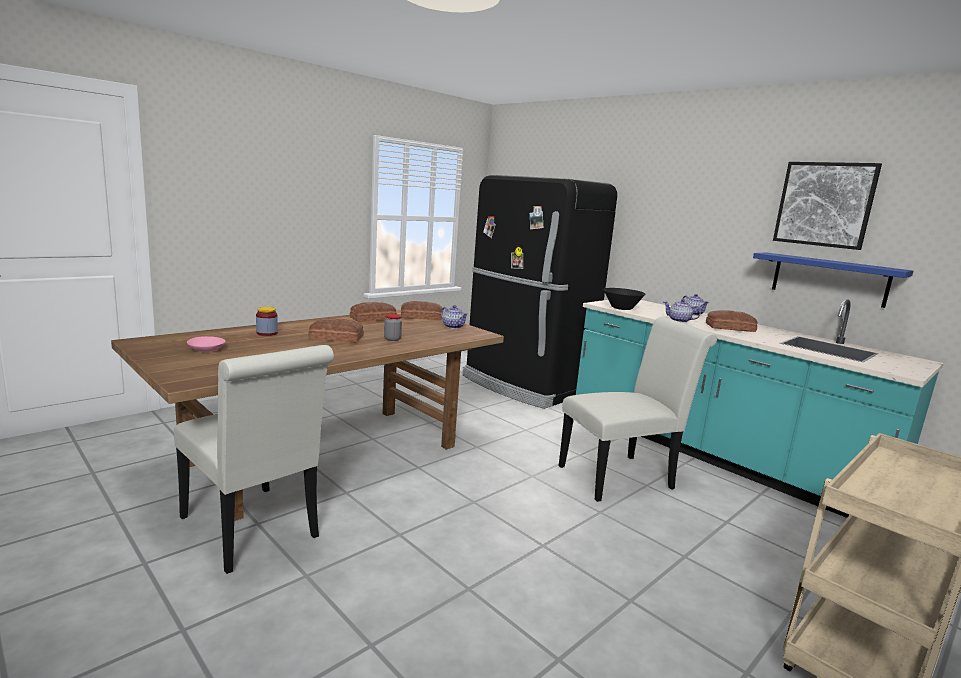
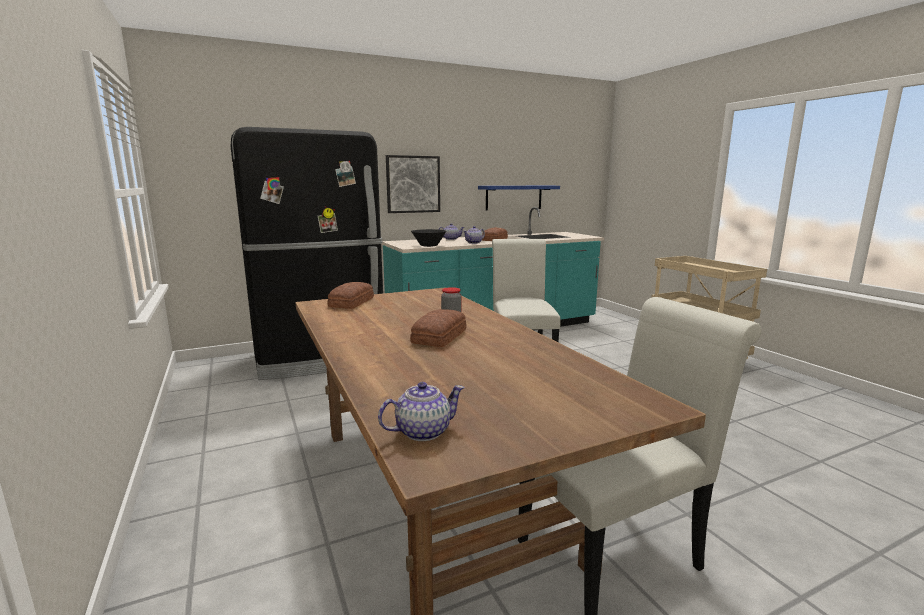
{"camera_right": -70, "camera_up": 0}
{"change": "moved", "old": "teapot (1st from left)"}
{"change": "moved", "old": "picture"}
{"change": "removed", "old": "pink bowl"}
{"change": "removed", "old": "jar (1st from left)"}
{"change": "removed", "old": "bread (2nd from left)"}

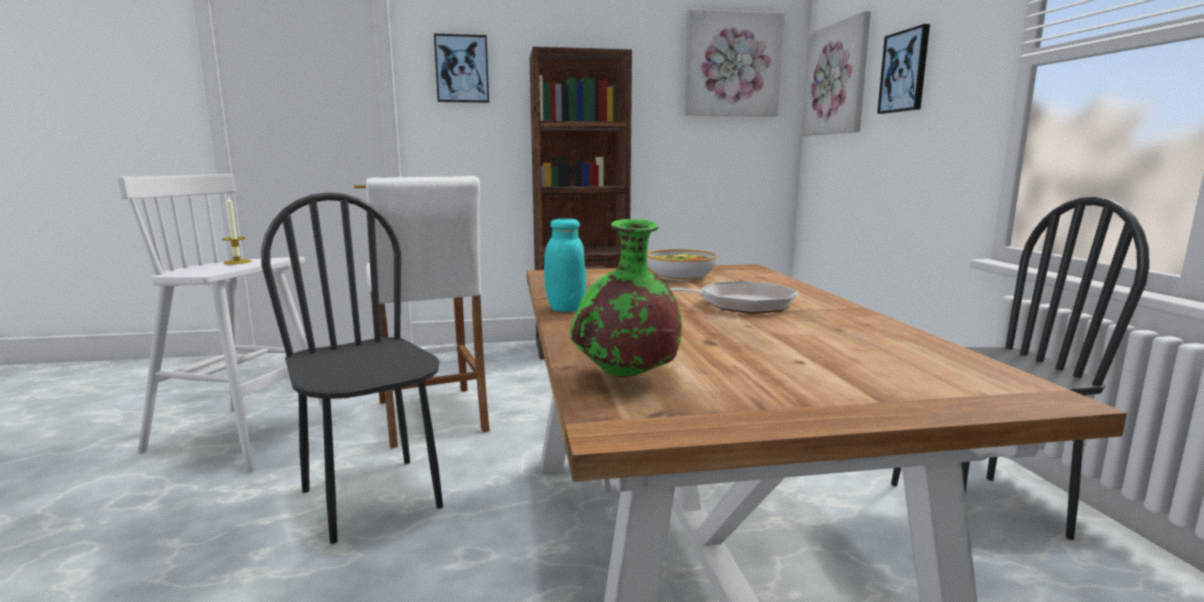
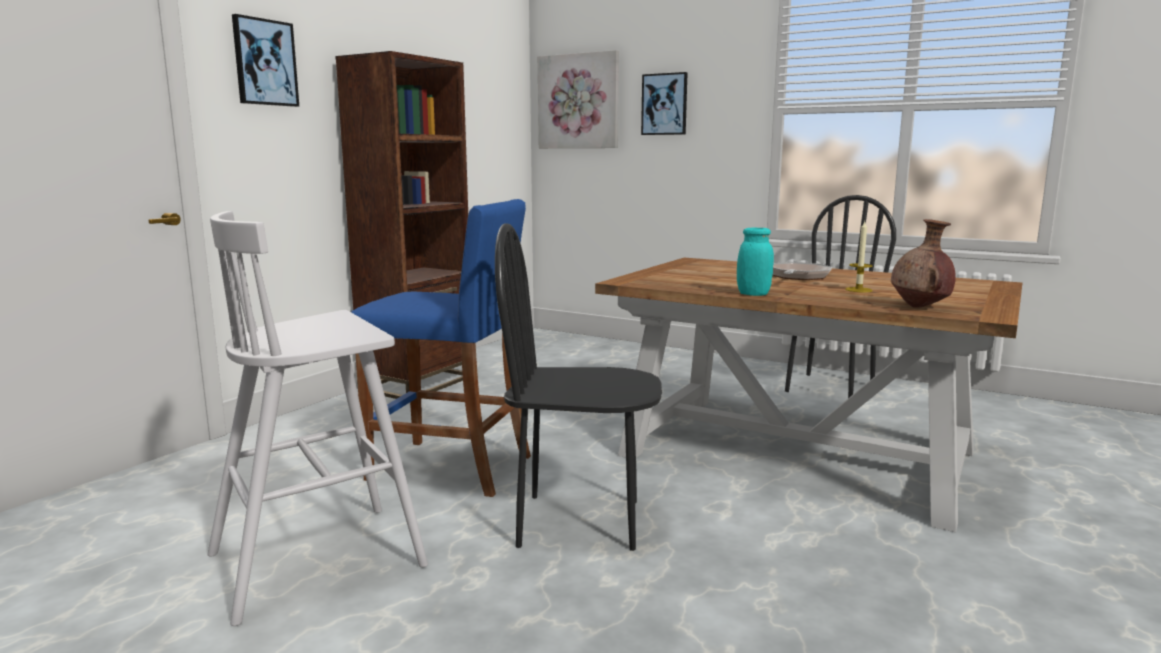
{"camera_right": -50, "camera_up": 0}
{"change": "recoloured", "old": "white stool (2nd from left)", "new": "blue stool"}
{"change": "moved", "old": "candle"}
{"change": "recoloured", "old": "green vase", "new": "brown vase"}
{"change": "removed", "old": "bowl"}
{"change": "removed", "old": "picture (2nd from left)"}

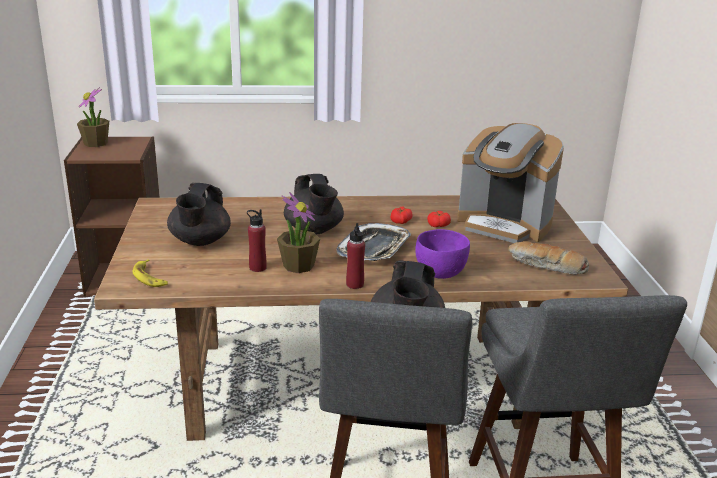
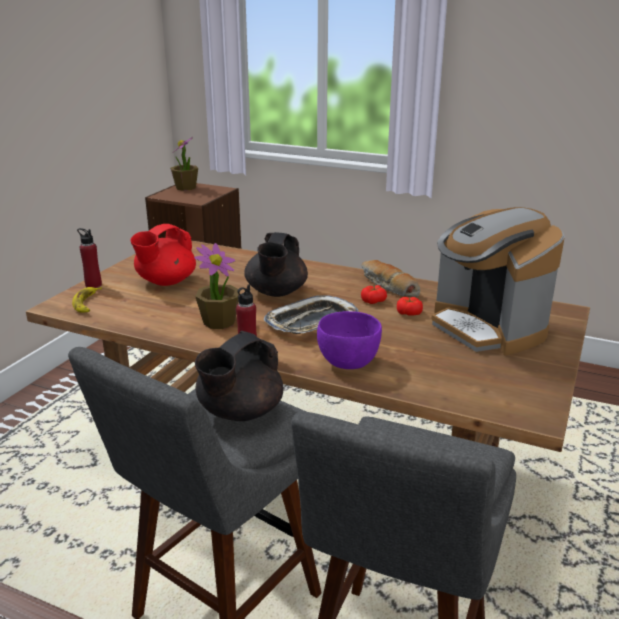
{"camera_right": 30, "camera_up": 0}
{"change": "moved", "old": "red bottle (1st from left)"}
{"change": "recoloured", "old": "black teapot (1st from left)", "new": "red teapot"}
{"change": "moved", "old": "bread"}

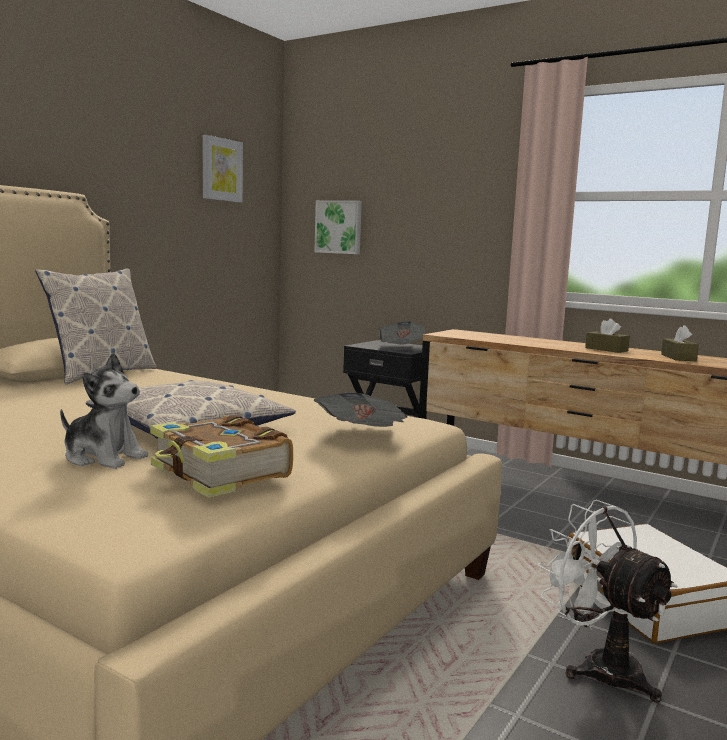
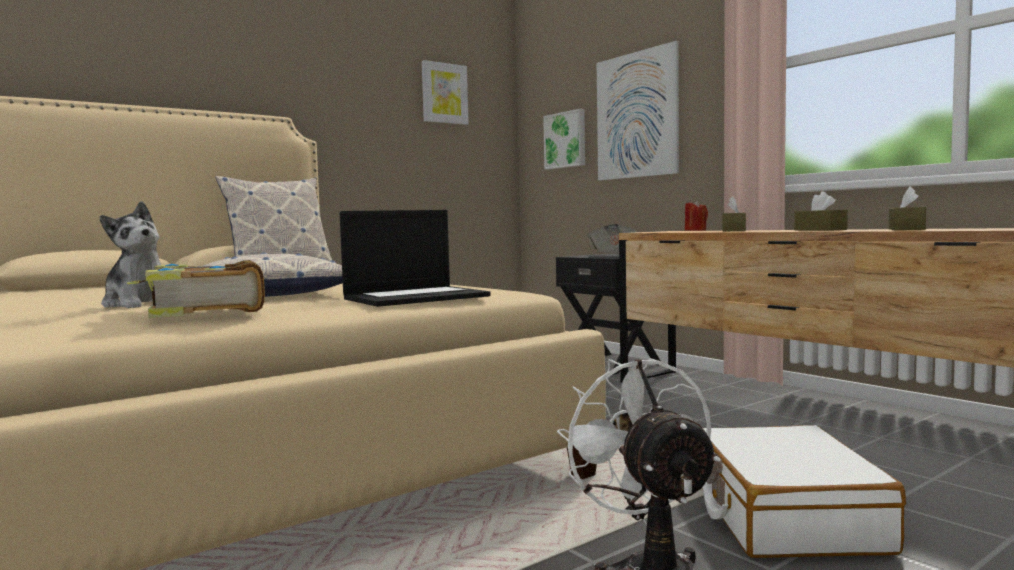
{"camera_right": 20, "camera_up": -5}
{"change": "replaced", "old": "newspaper (1st from left)", "new": "laptop"}
{"change": "added", "new": "picture (3rd from left)"}
{"change": "added", "new": "red candle"}
{"change": "added", "new": "brown tissue box (1st from left)"}

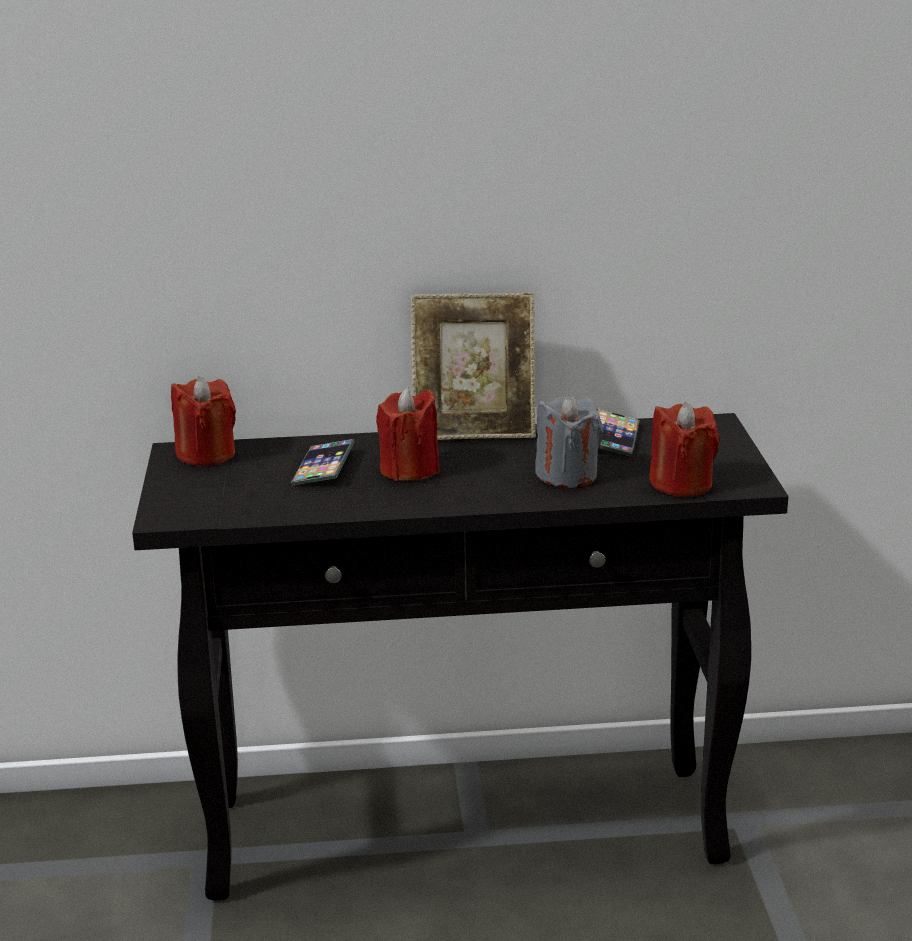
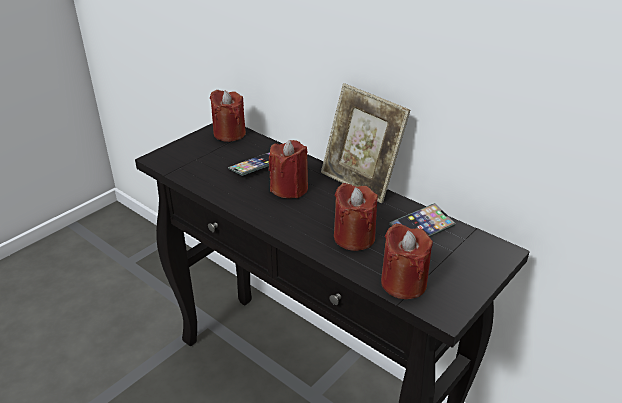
{"camera_right": 45, "camera_up": 10}
{"change": "recoloured", "old": "grey candle", "new": "red candle (3rd from left)"}

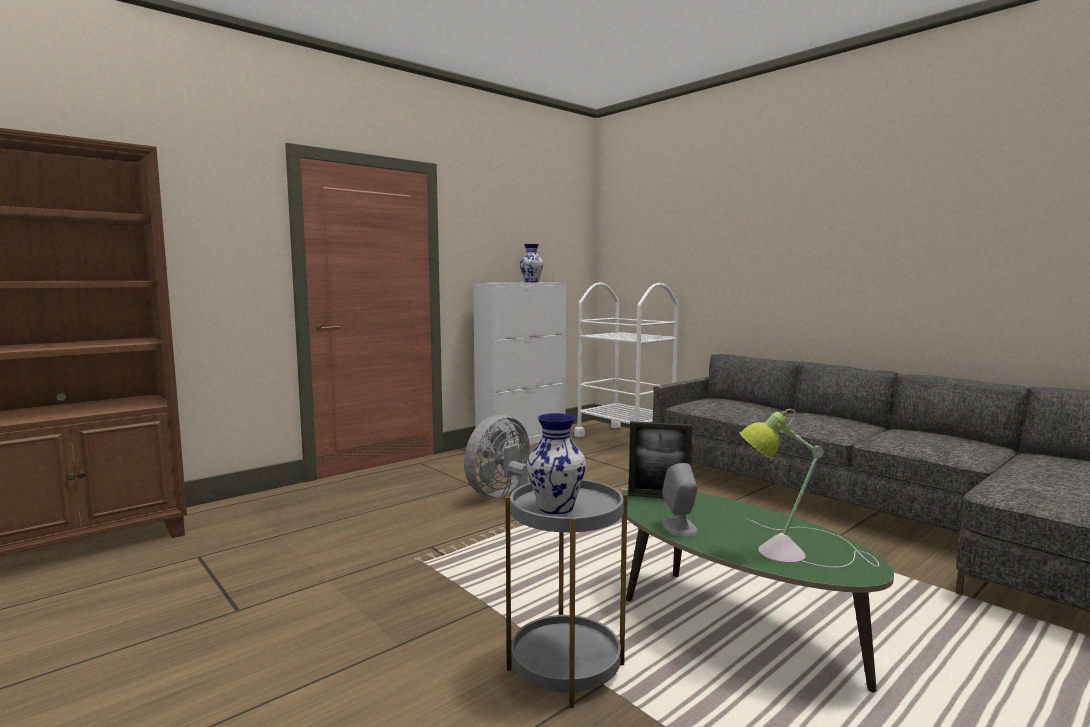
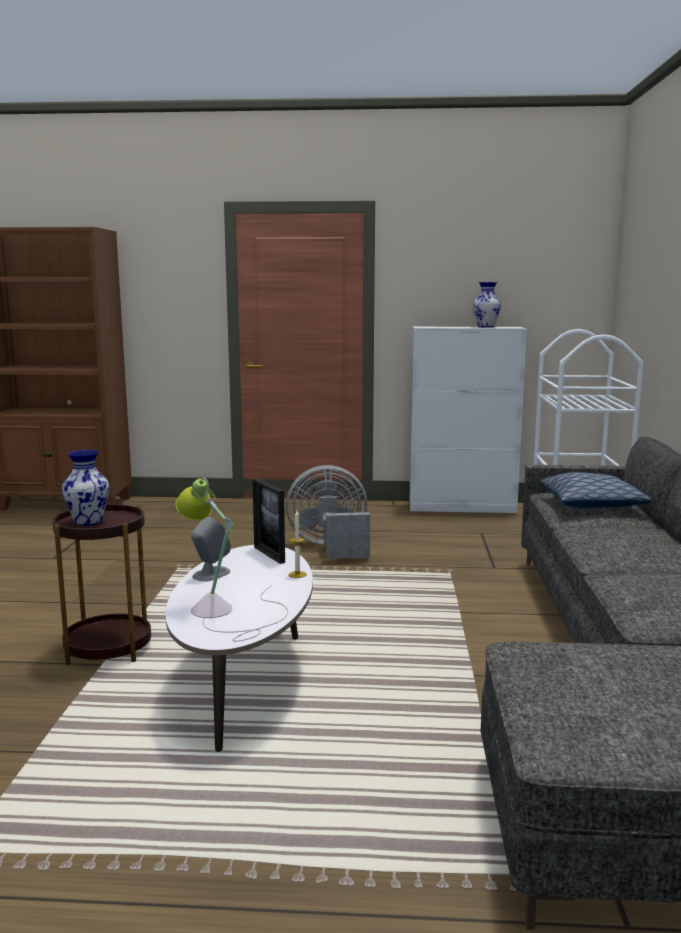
{"camera_right": 45, "camera_up": 5}
{"change": "recoloured", "old": "grey side table", "new": "brown side table"}
{"change": "recoloured", "old": "green coffee table", "new": "white coffee table"}
{"change": "added", "new": "candle"}
{"change": "added", "new": "pillow"}

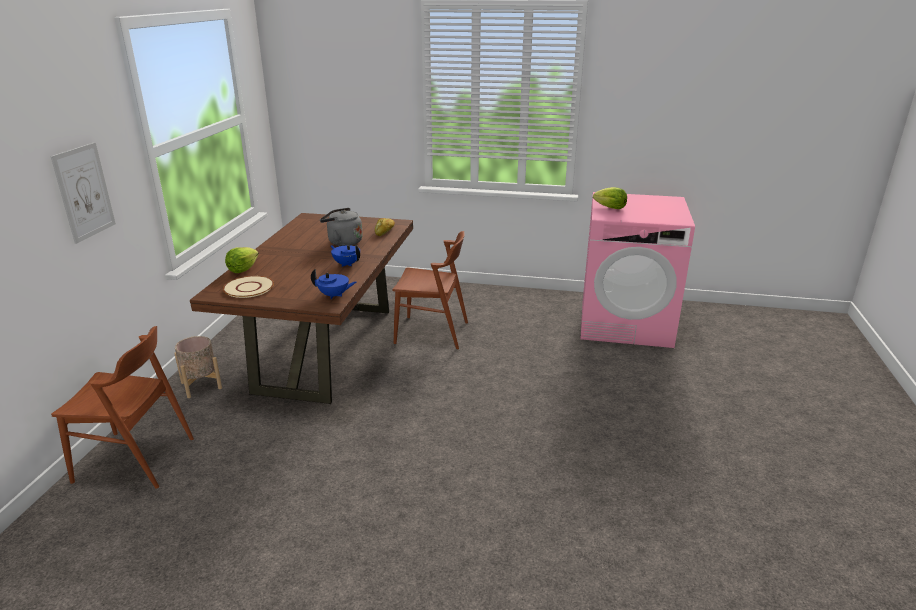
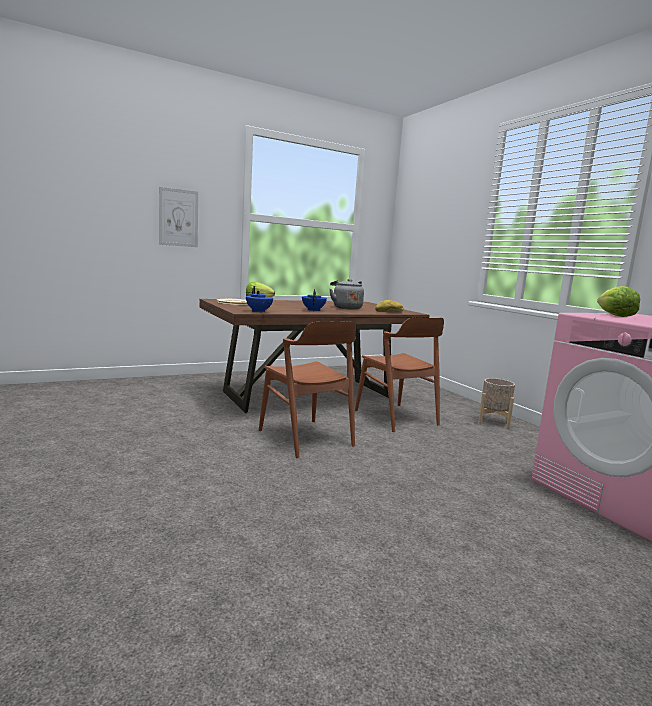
{"camera_right": 50, "camera_up": -15}
{"change": "moved", "old": "brown chair (1st from left)"}
{"change": "moved", "old": "beige planter"}

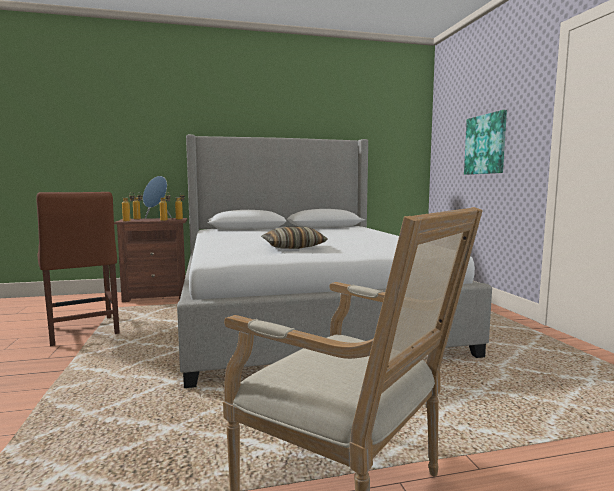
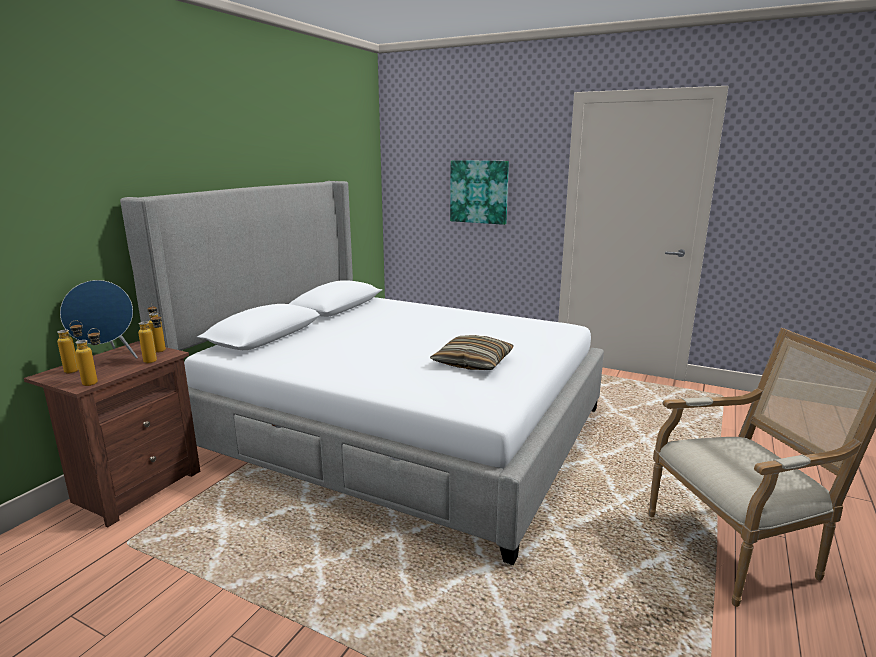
{"camera_right": -50, "camera_up": 10}
{"change": "removed", "old": "brown chair"}

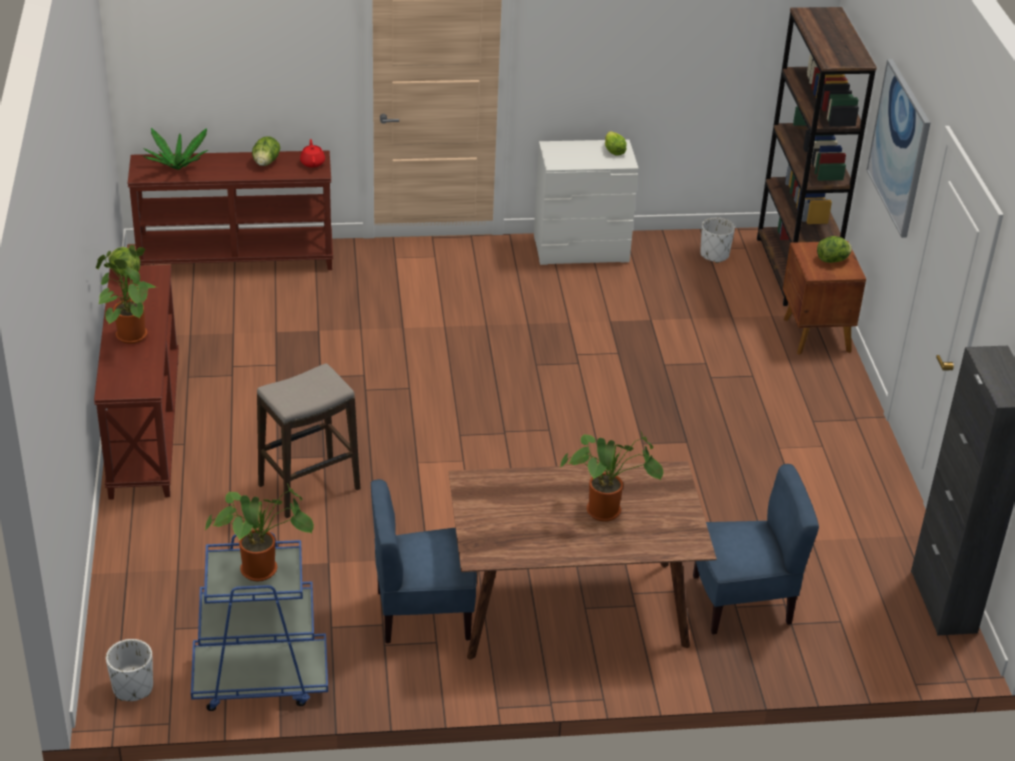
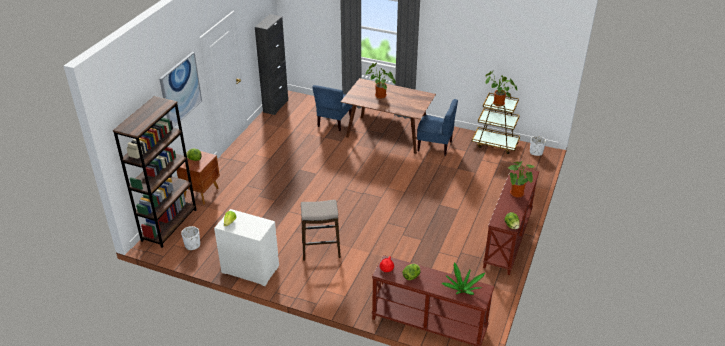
{"camera_right": -150, "camera_up": 0}
{"change": "moved", "old": "stool"}
{"change": "turned", "old": "blue chair (2nd from left in the first image)", "degrees": -90}
{"change": "recoloured", "old": "blue cart", "new": "brown cart"}

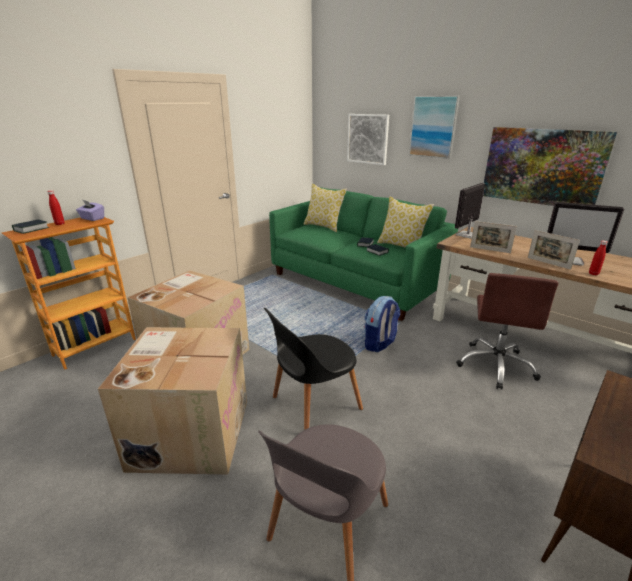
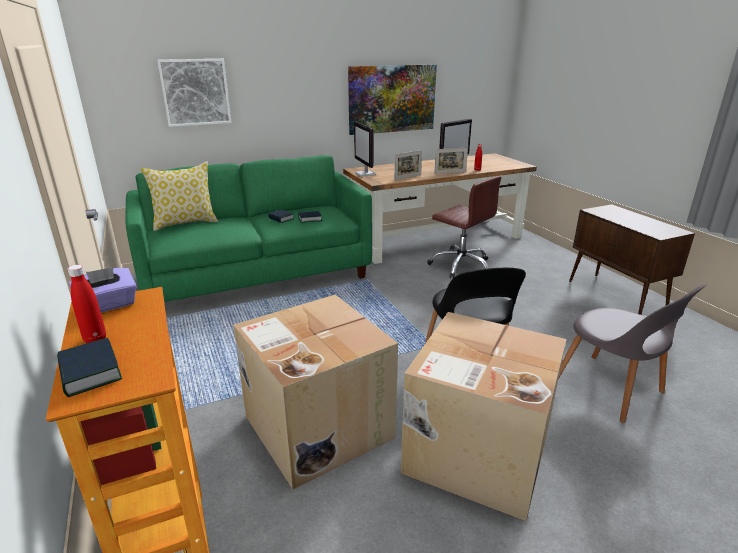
{"camera_right": -65, "camera_up": 0}
{"change": "removed", "old": "backpack"}
{"change": "removed", "old": "pillow (2nd from left)"}
{"change": "removed", "old": "picture (2nd from left)"}

